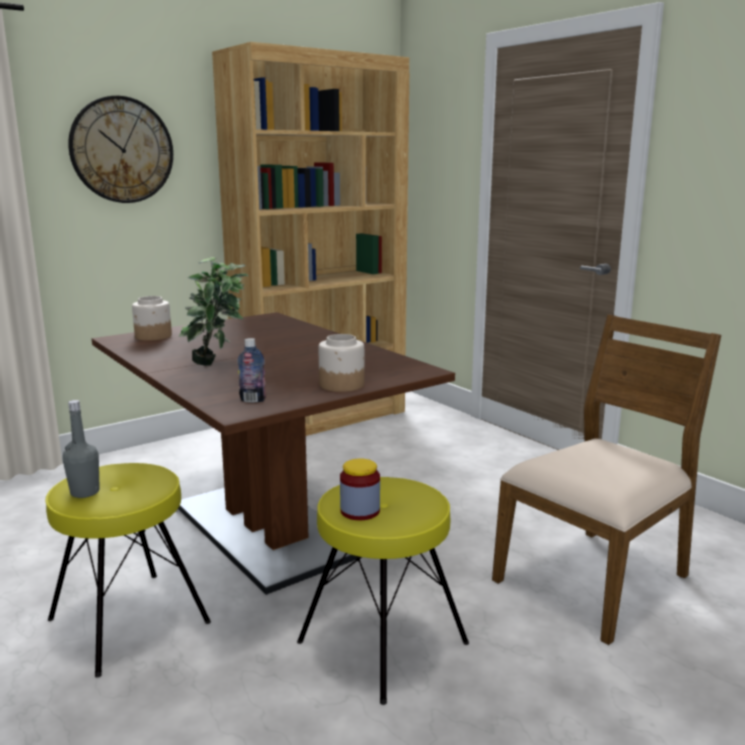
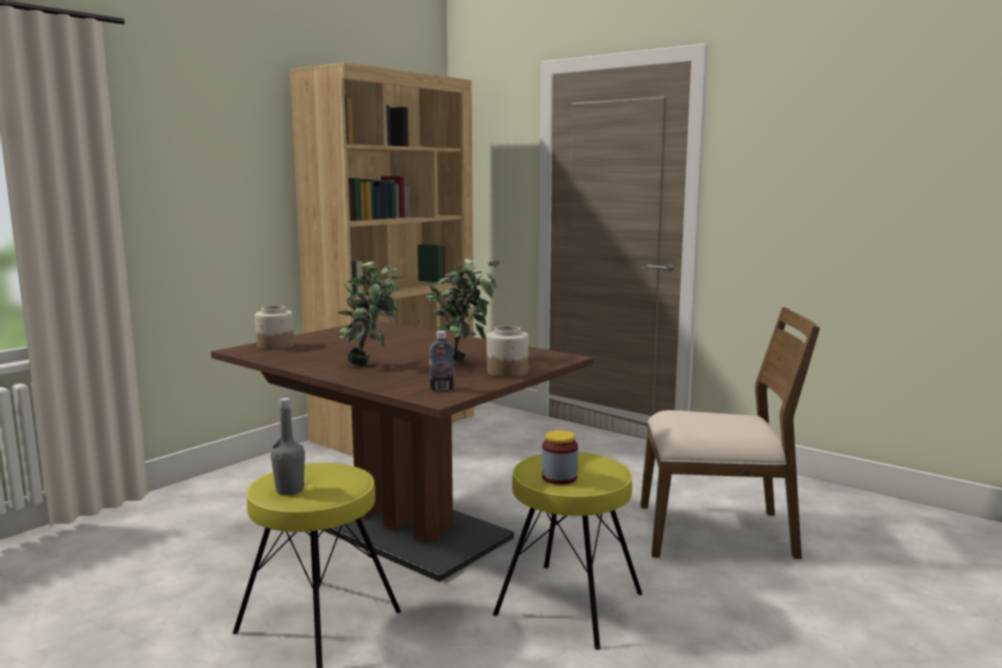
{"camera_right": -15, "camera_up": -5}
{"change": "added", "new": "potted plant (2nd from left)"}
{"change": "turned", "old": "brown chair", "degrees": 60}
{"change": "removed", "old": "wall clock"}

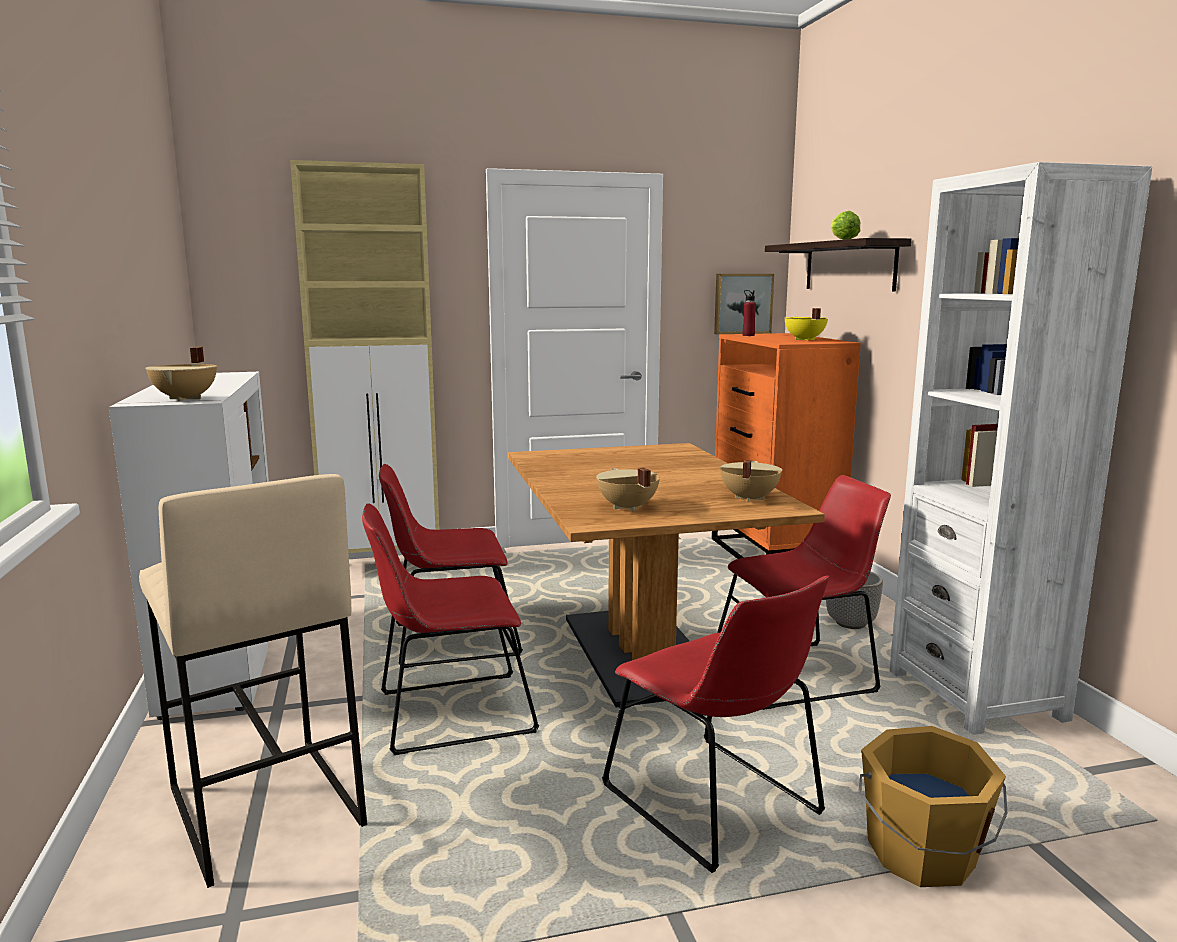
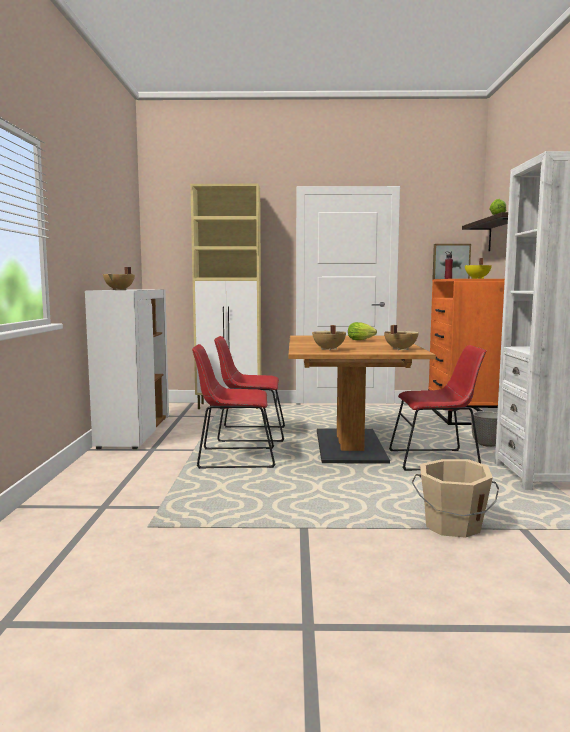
{"camera_right": 15, "camera_up": -5}
{"change": "added", "new": "lettuce (1st from left)"}
{"change": "recoloured", "old": "orange bucket", "new": "beige bucket"}
{"change": "removed", "old": "beige stool"}
{"change": "removed", "old": "red chair (3rd from left)"}

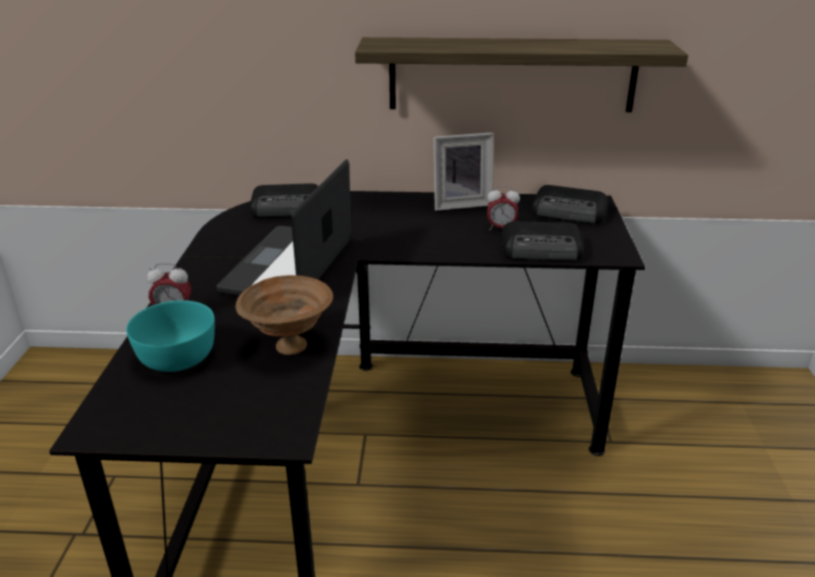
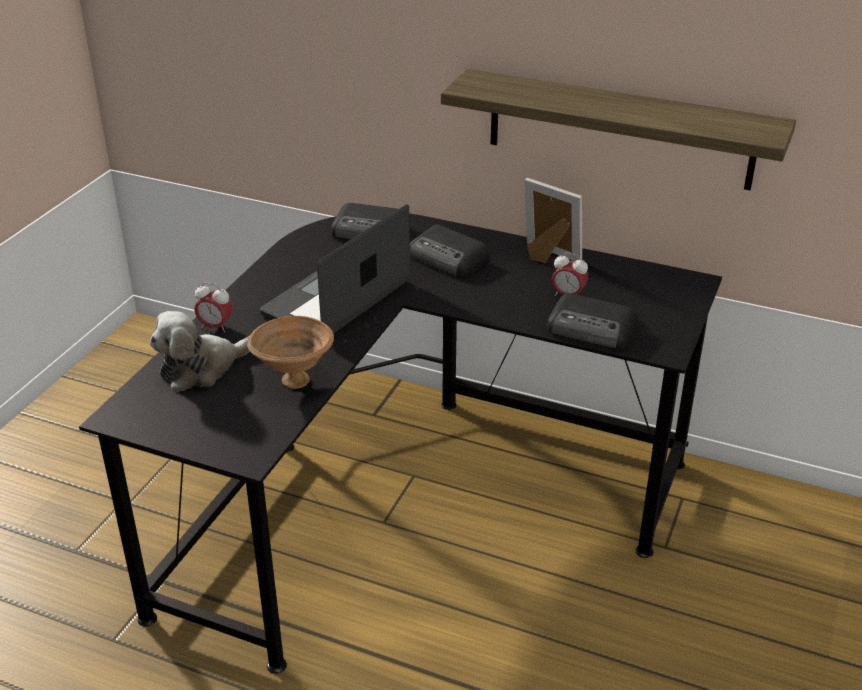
{"camera_right": 20, "camera_up": 5}
{"change": "replaced", "old": "turquoise bowl", "new": "plush toy"}
{"change": "moved", "old": "radio (3rd from left in the first image)", "new": "radio (2nd from left)"}
{"change": "turned", "old": "picture frame", "degrees": -150}

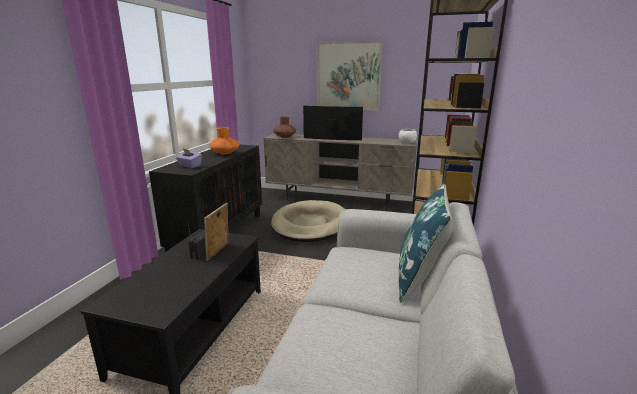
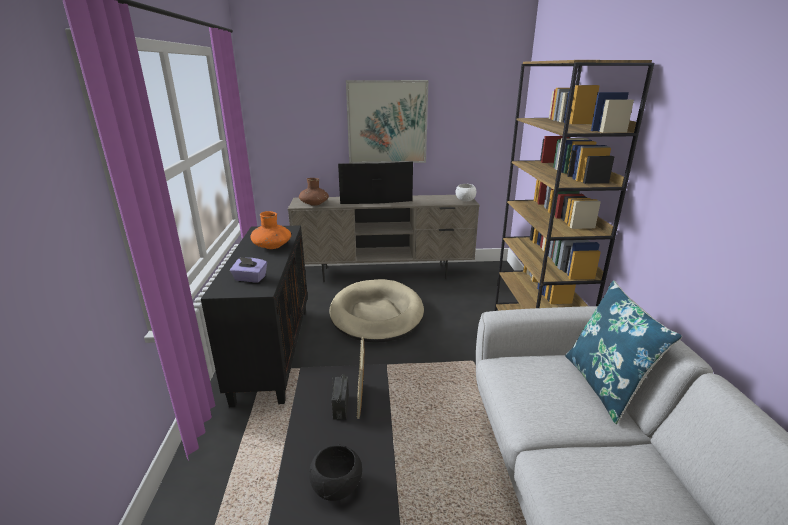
{"camera_right": -20, "camera_up": 5}
{"change": "added", "new": "black bowl"}

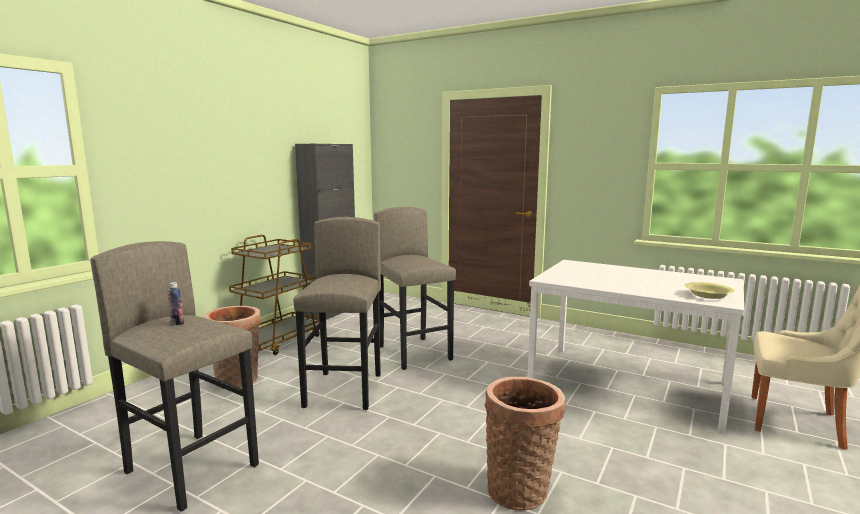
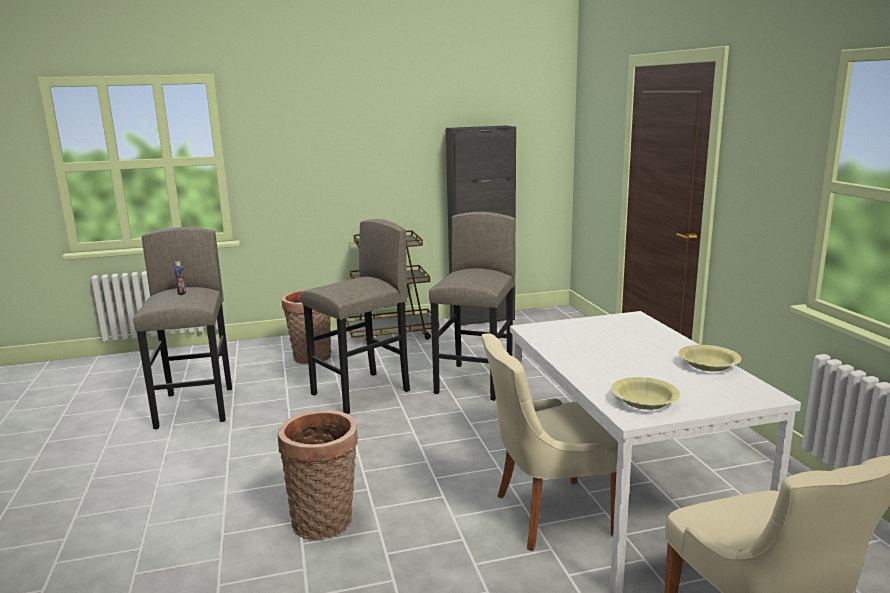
{"camera_right": 45, "camera_up": 5}
{"change": "added", "new": "beige chair (1st from left)"}
{"change": "added", "new": "yellow bowl (2nd from left)"}

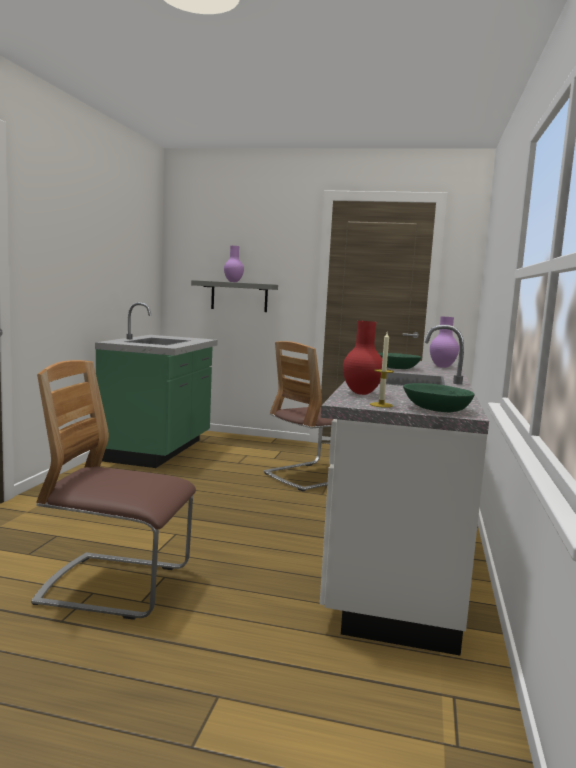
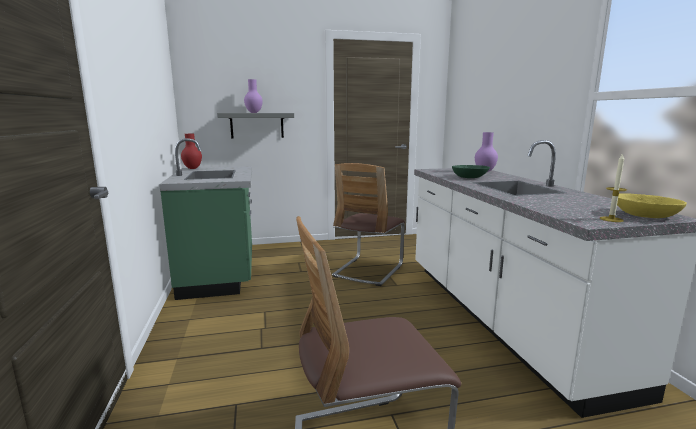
{"camera_right": -25, "camera_up": 5}
{"change": "moved", "old": "red vase"}
{"change": "recoloured", "old": "green bowl (2nd from left)", "new": "yellow bowl"}

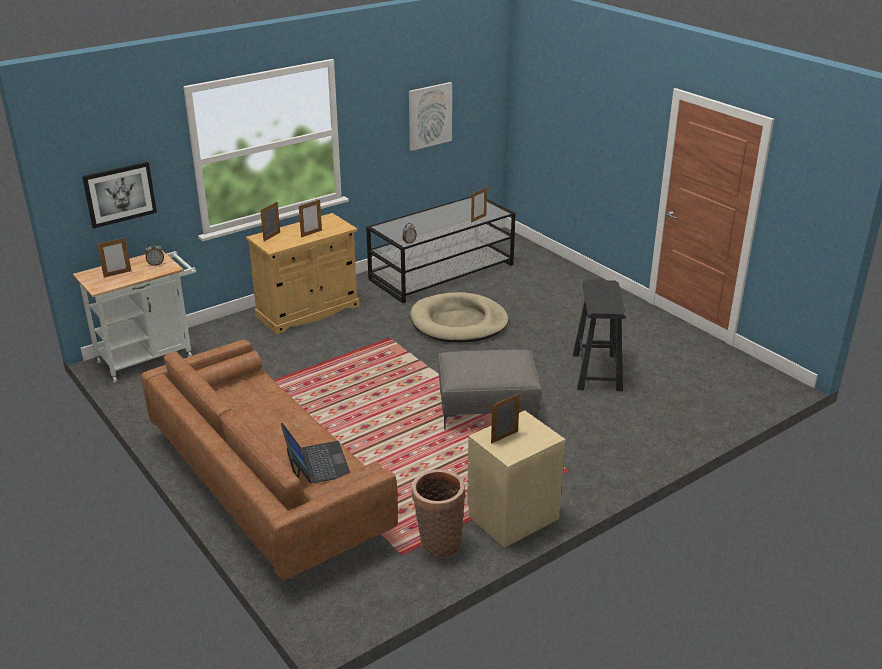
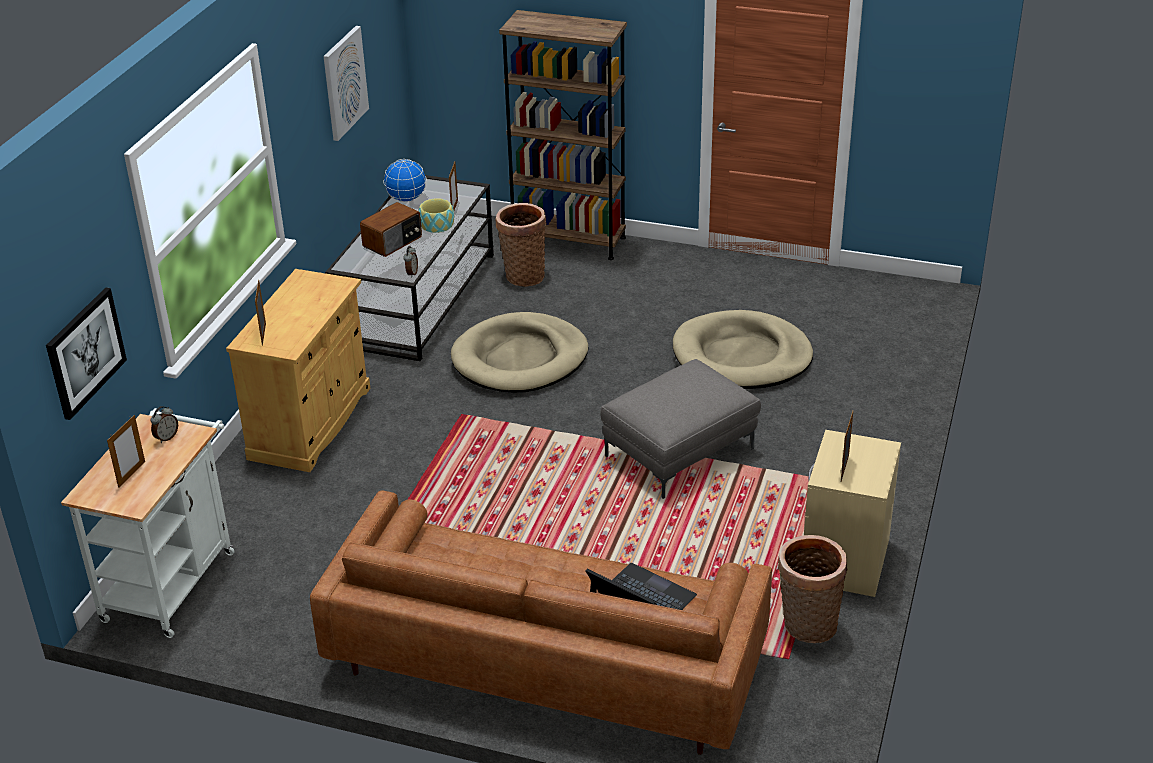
{"camera_right": -35, "camera_up": 5}
{"change": "added", "new": "radio"}
{"change": "added", "new": "globe"}
{"change": "added", "new": "bowl"}
{"change": "added", "new": "basket (1st from left)"}
{"change": "added", "new": "brown bookcase"}
{"change": "replaced", "old": "black stool", "new": "beige dog bed (2nd from left)"}
{"change": "removed", "old": "picture frame (3rd from left)"}

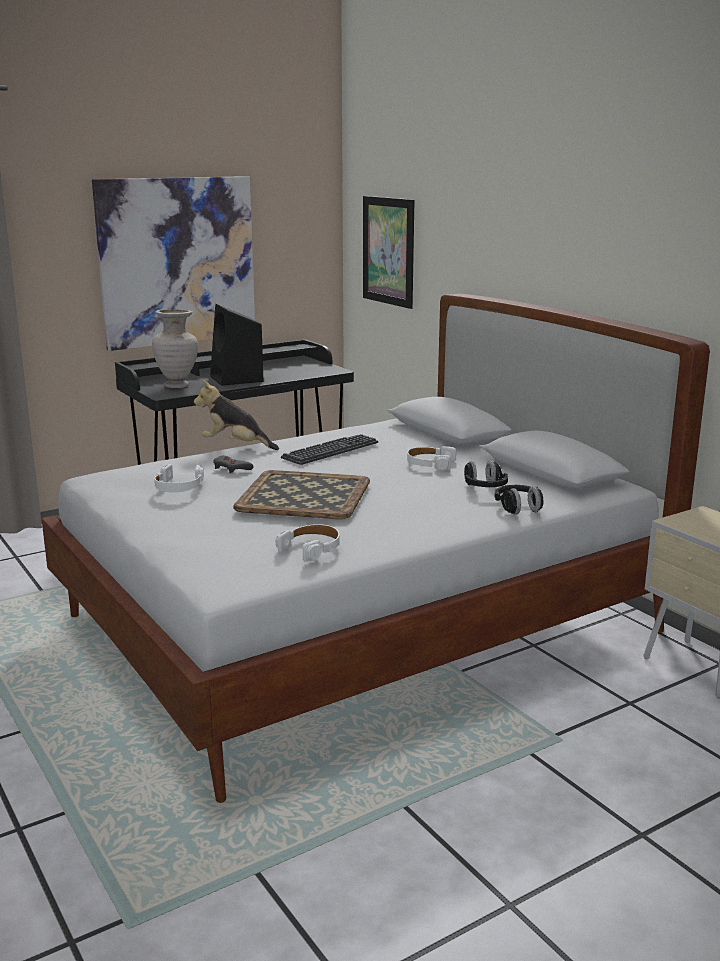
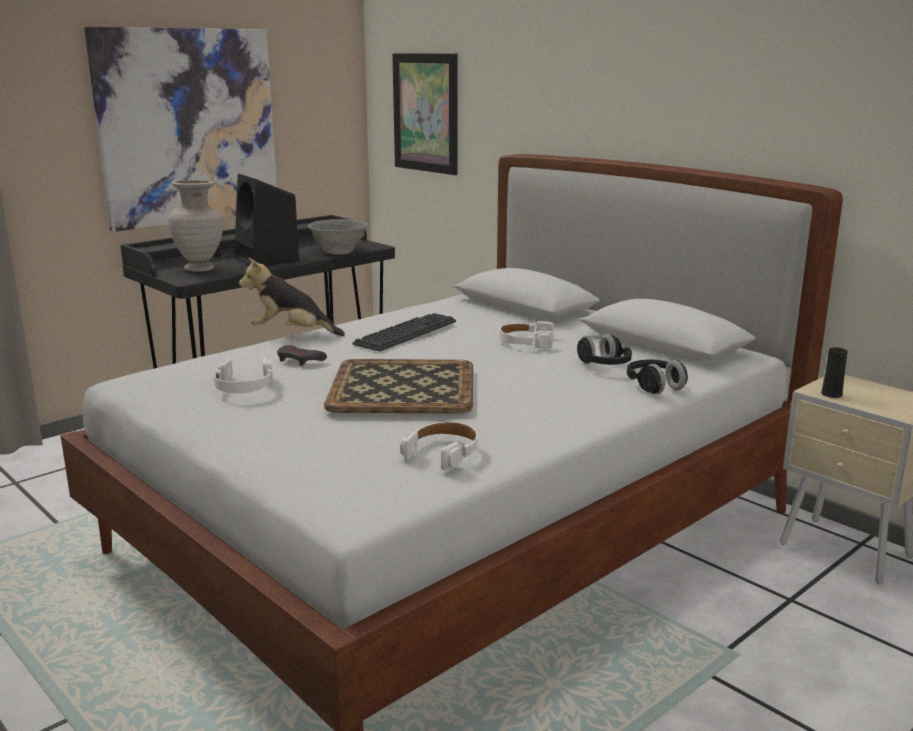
{"camera_right": -10, "camera_up": 0}
{"change": "added", "new": "grey bowl"}
{"change": "added", "new": "black vase"}

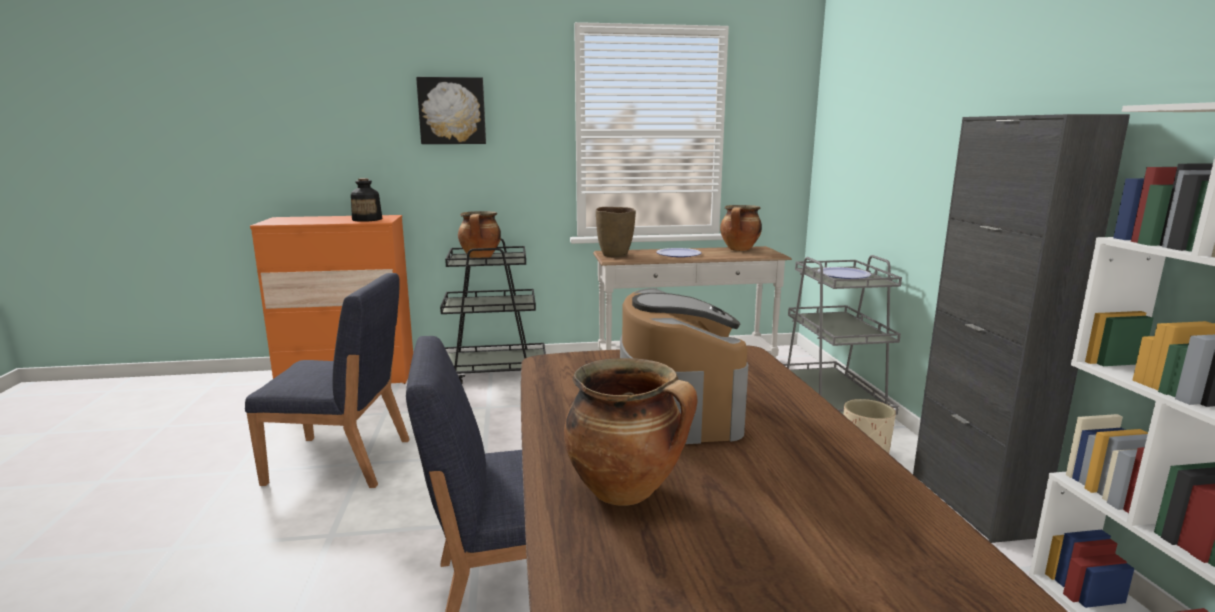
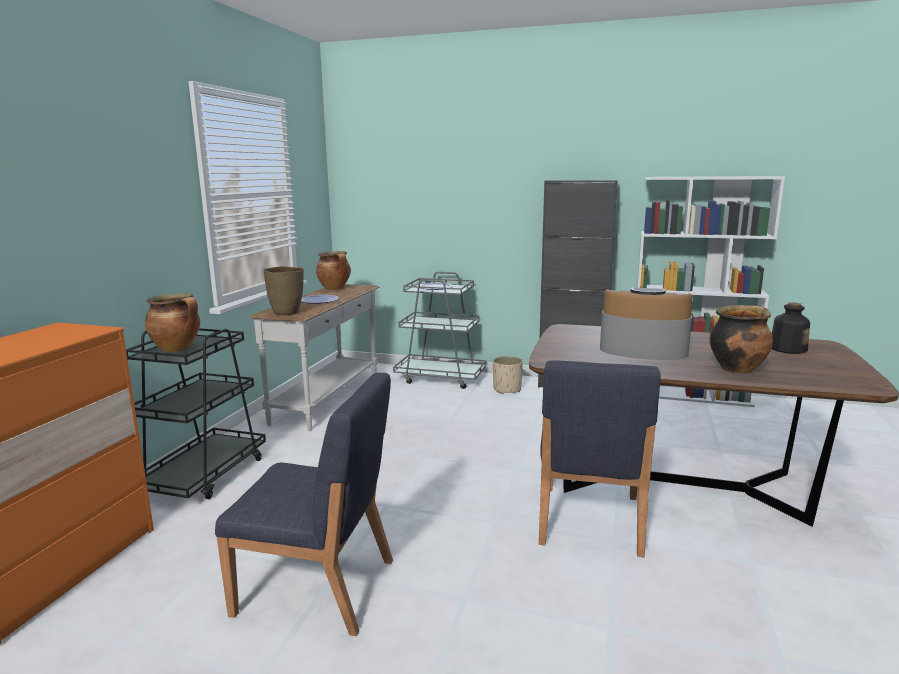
{"camera_right": -65, "camera_up": 0}
{"change": "turned", "old": "blue chair (1st from left)", "degrees": 75}
{"change": "moved", "old": "bottle"}
{"change": "removed", "old": "picture"}

